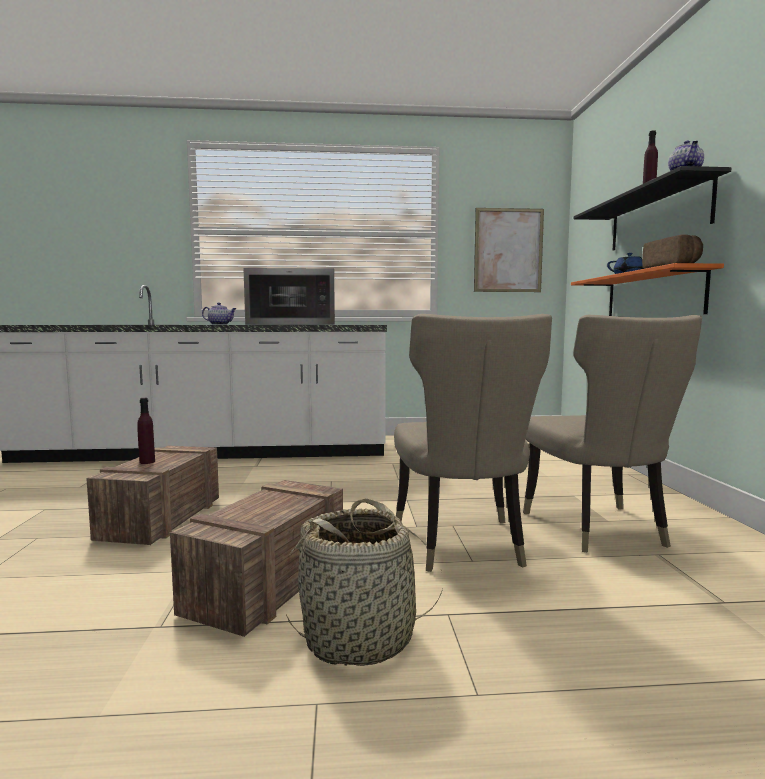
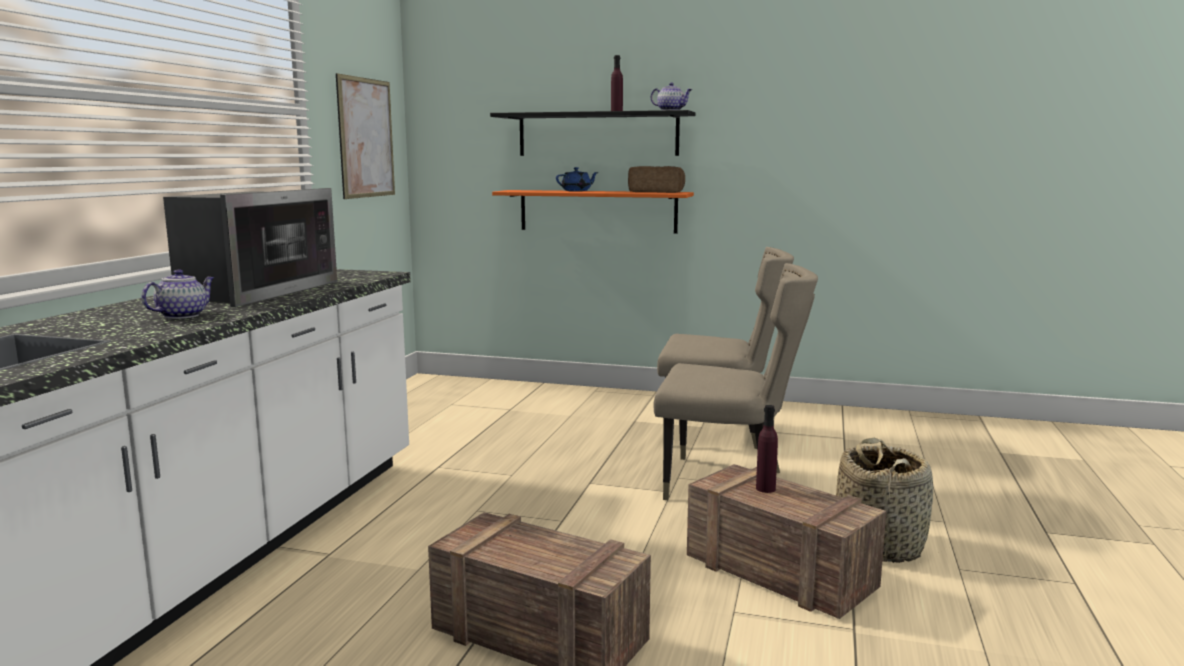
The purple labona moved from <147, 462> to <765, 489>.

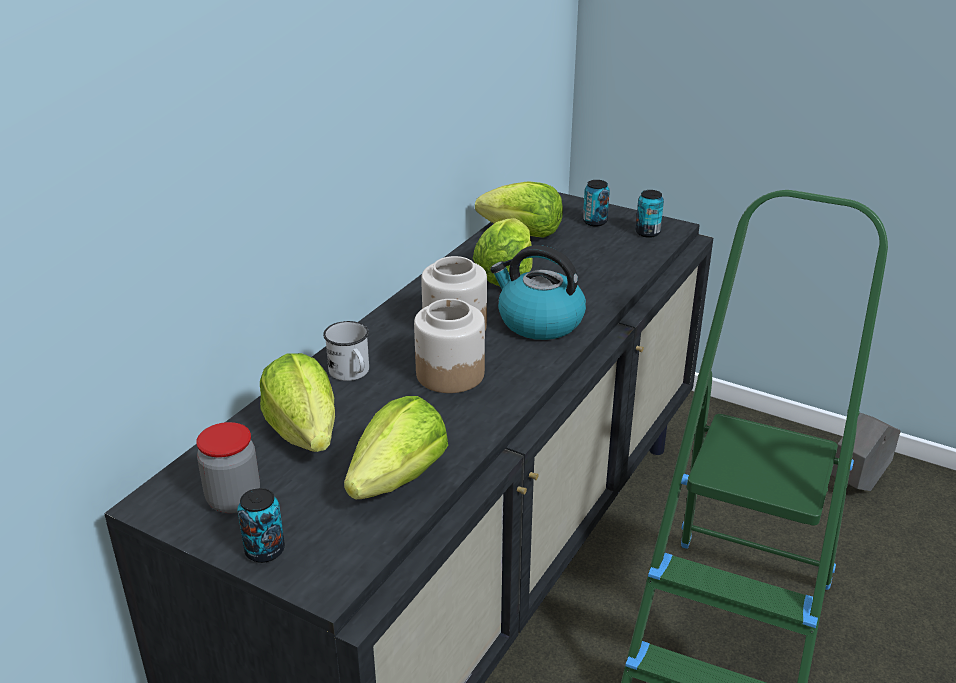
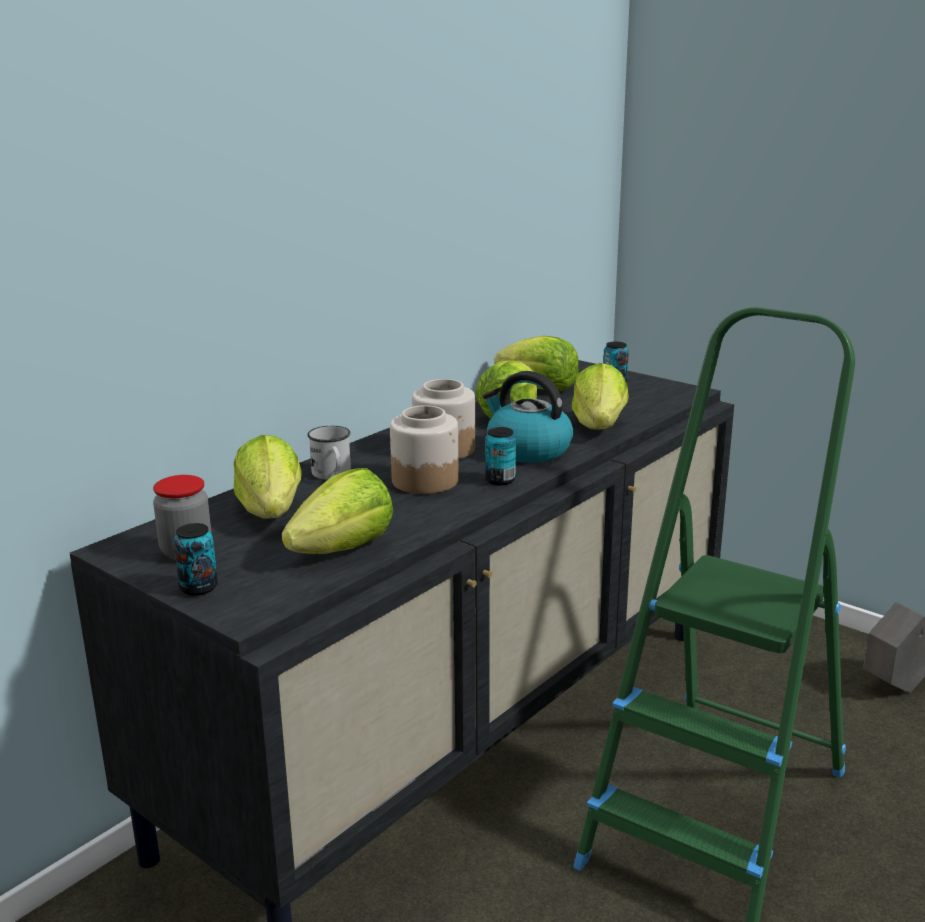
The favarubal moved from <647, 233> to <500, 480>.
The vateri at <599, 427> appeared.

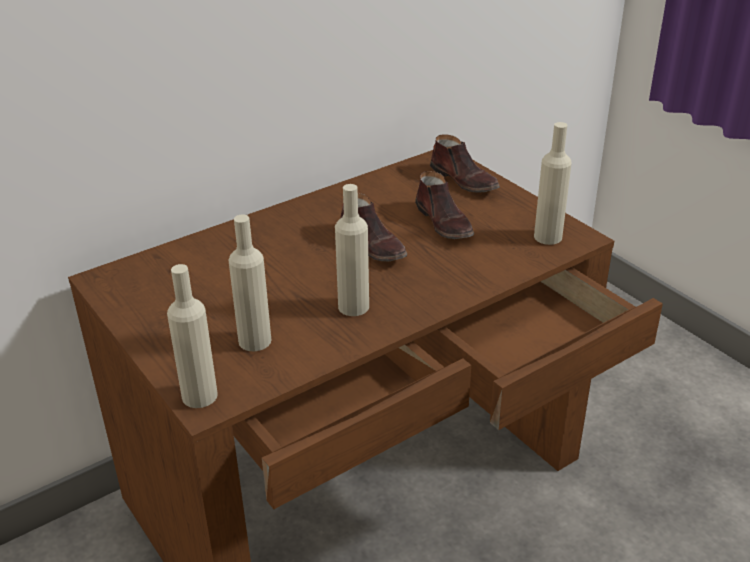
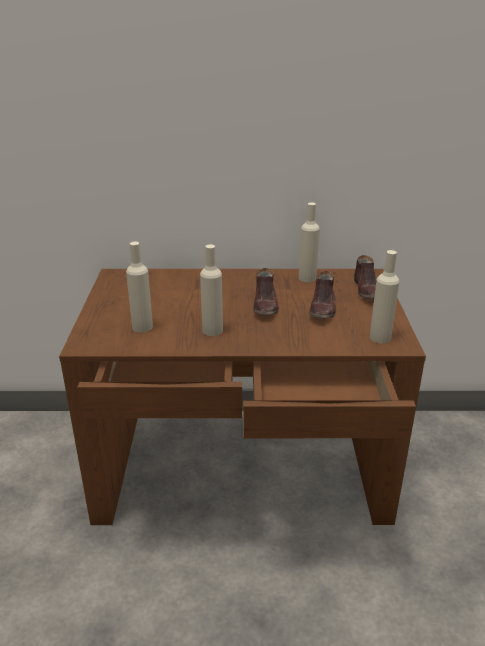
The beige labona moved from <199, 396> to <307, 278>.

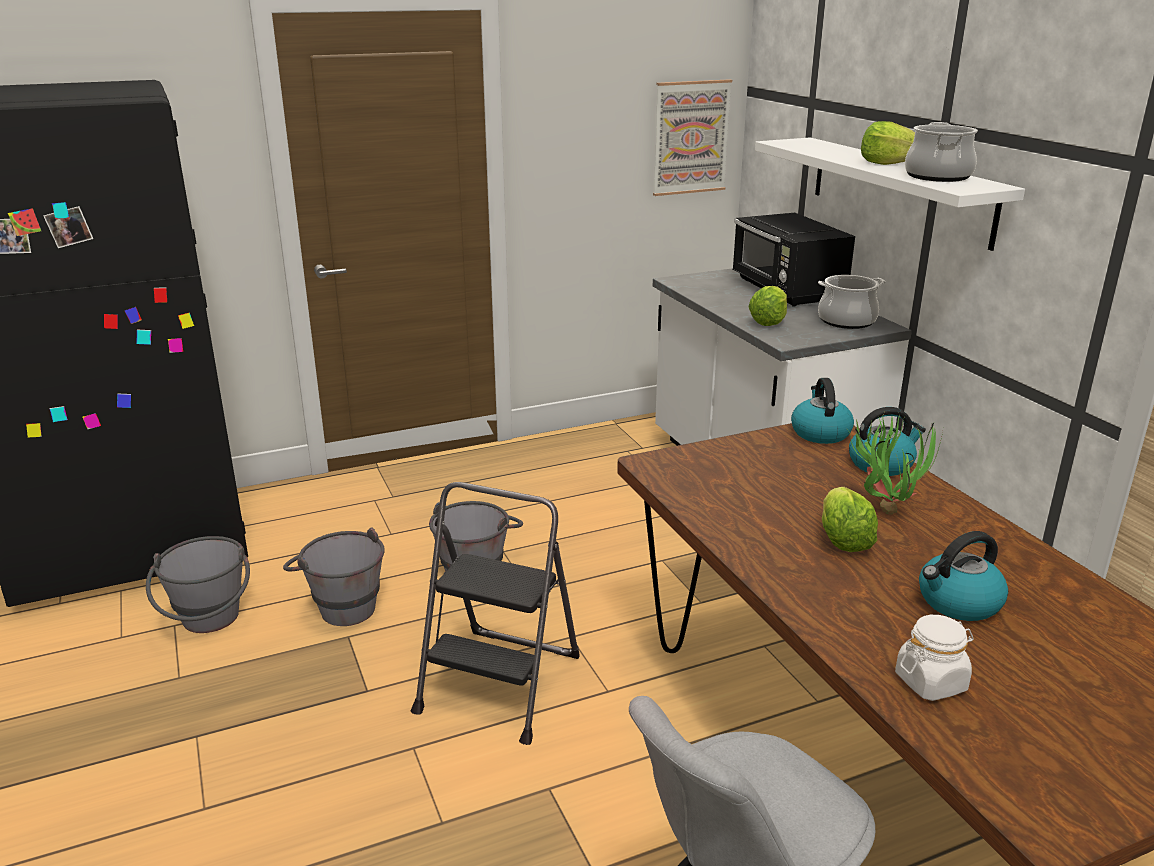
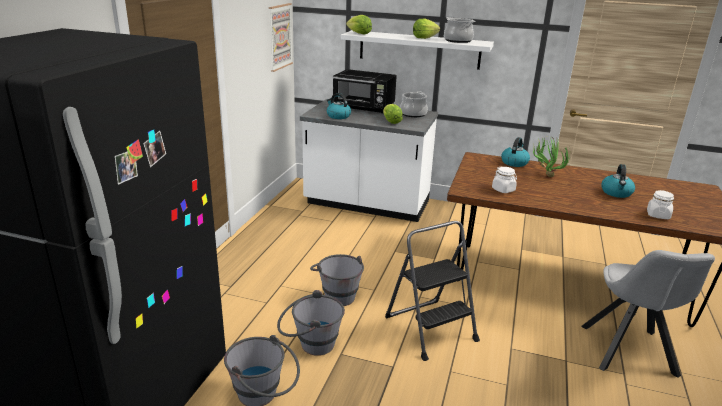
The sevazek moved from <820, 432> to <338, 116>.
The vateri moved from <843, 539> to <359, 33>.
The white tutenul at <503, 190> appeared.

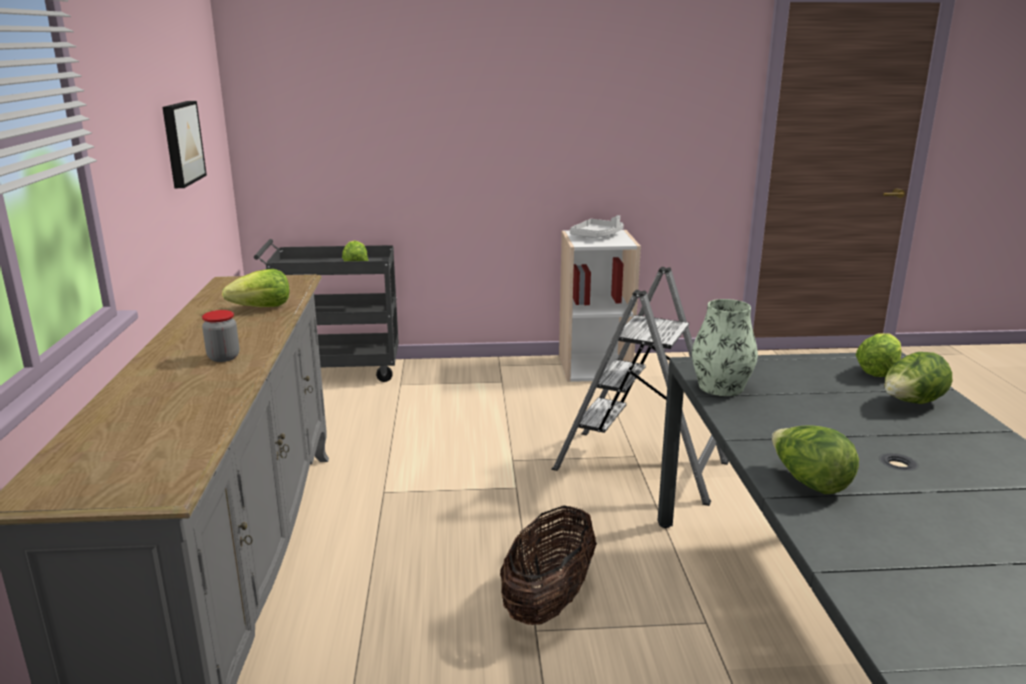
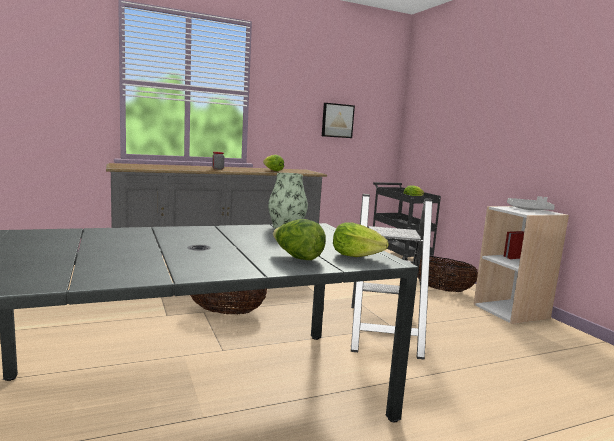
The vateri at <808, 482> disappeared.
The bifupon at <442, 290> appeared.

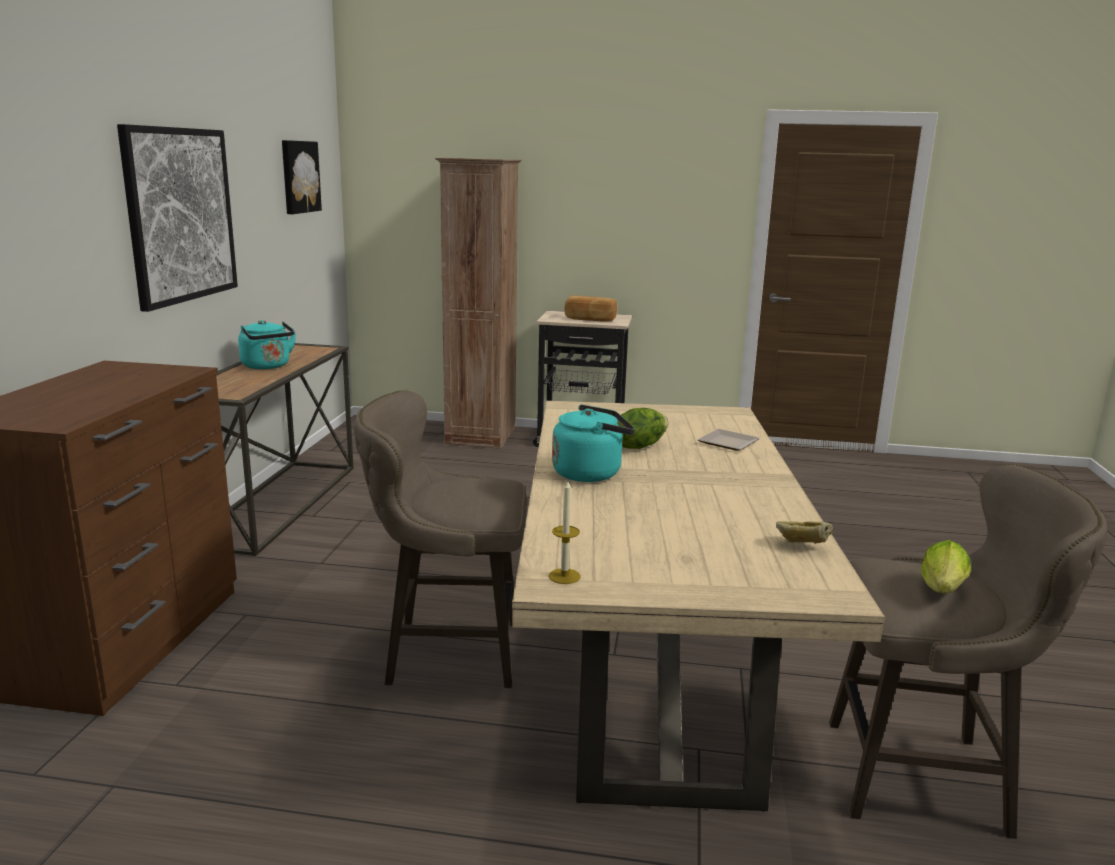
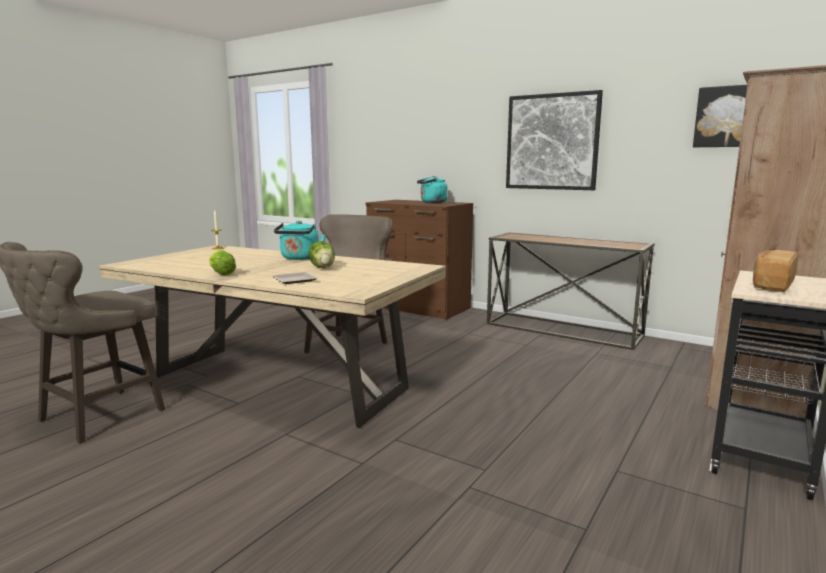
The turquoise sevazek moved from <268, 366> to <432, 202>.
The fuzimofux at <801, 546> disappeared.
The vateri moved from <942, 592> to <221, 274>.

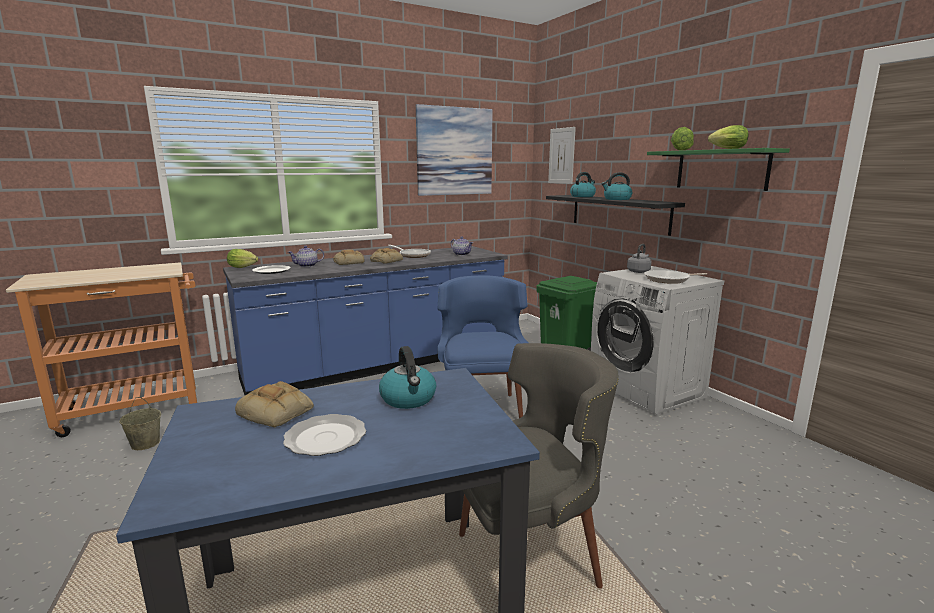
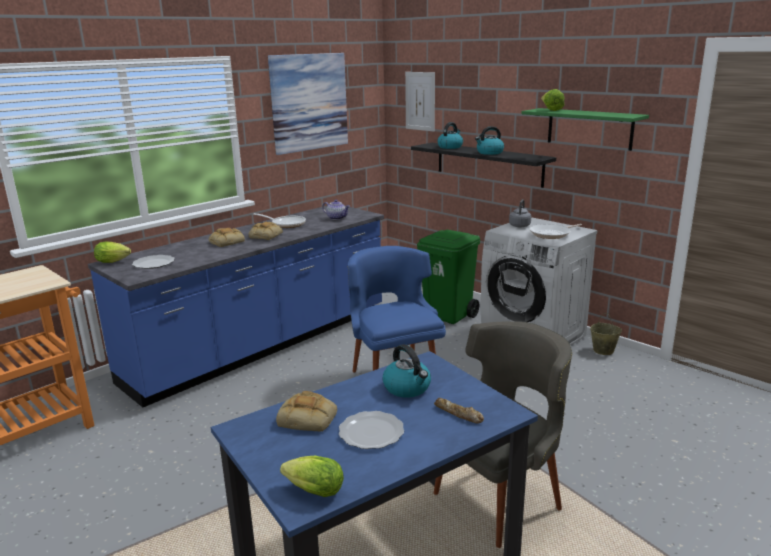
The vateri moved from <726, 149> to <311, 490>.
The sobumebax at <307, 266> disappeared.
The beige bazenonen moved from <145, 443> to <603, 350>.
The fuzimofux at <458, 414> appeared.

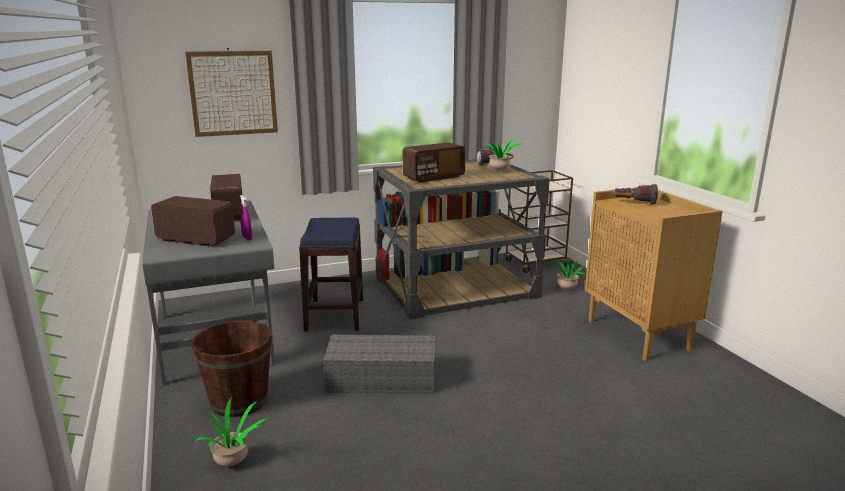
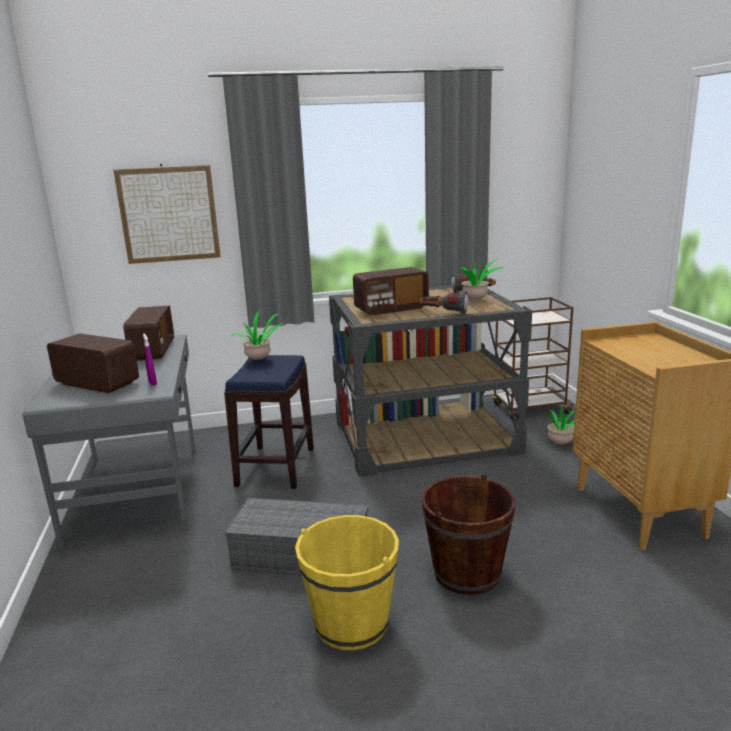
The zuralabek moved from <633, 203> to <443, 312>.
The brown bazenonen moved from <239, 401> to <467, 573>.
The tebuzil moved from <233, 461> to <259, 359>.
The yellow bazenonen at <351, 623> appeared.

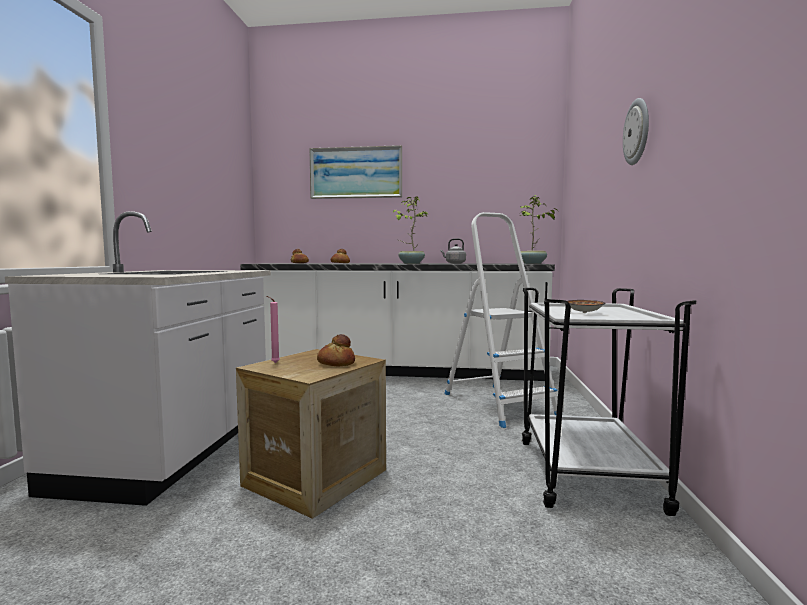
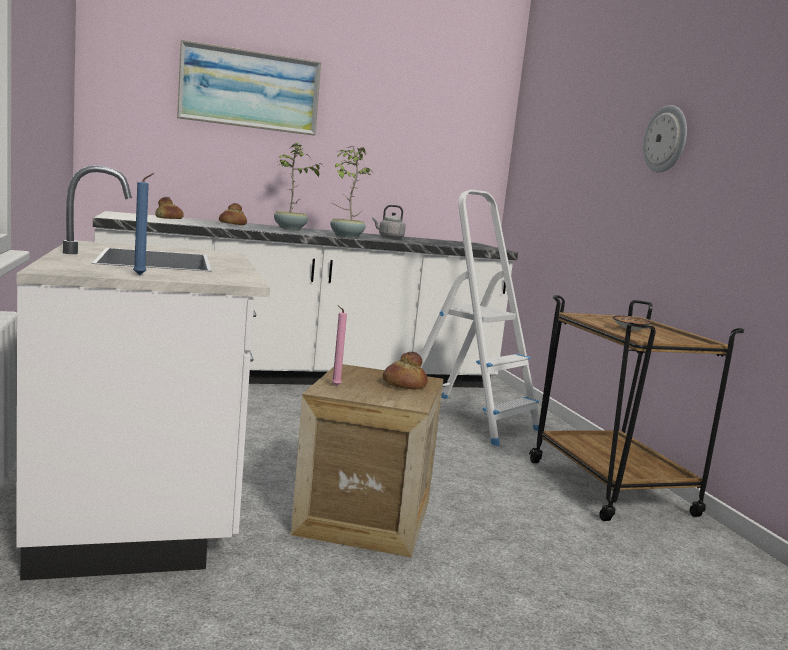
The tebuzil moved from <532, 263> to <290, 228>.
The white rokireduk at <587, 475> became the brown rokireduk at <611, 489>.
The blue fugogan at <141, 275> appeared.

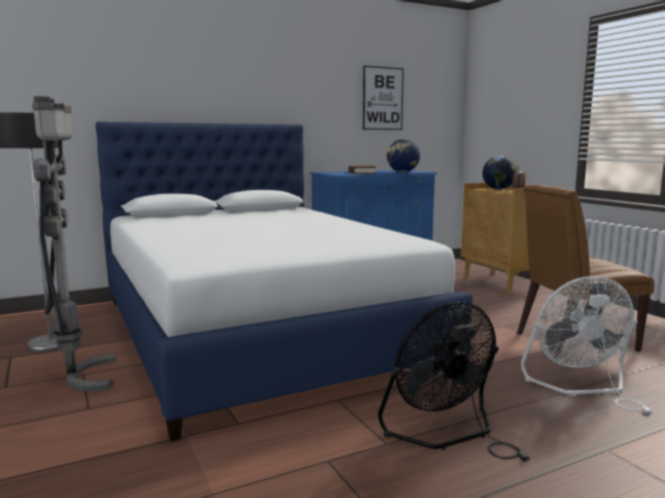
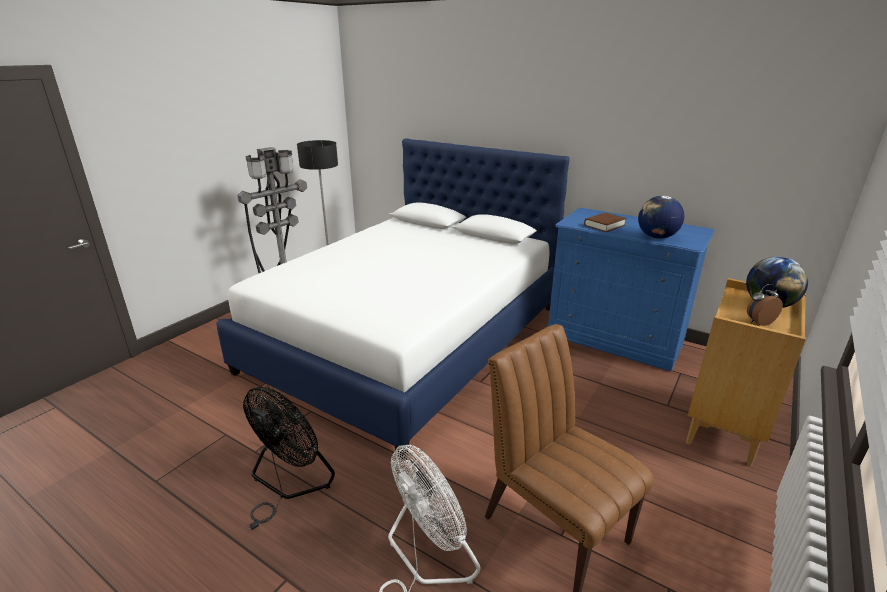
The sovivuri at <383, 98> disappeared.

